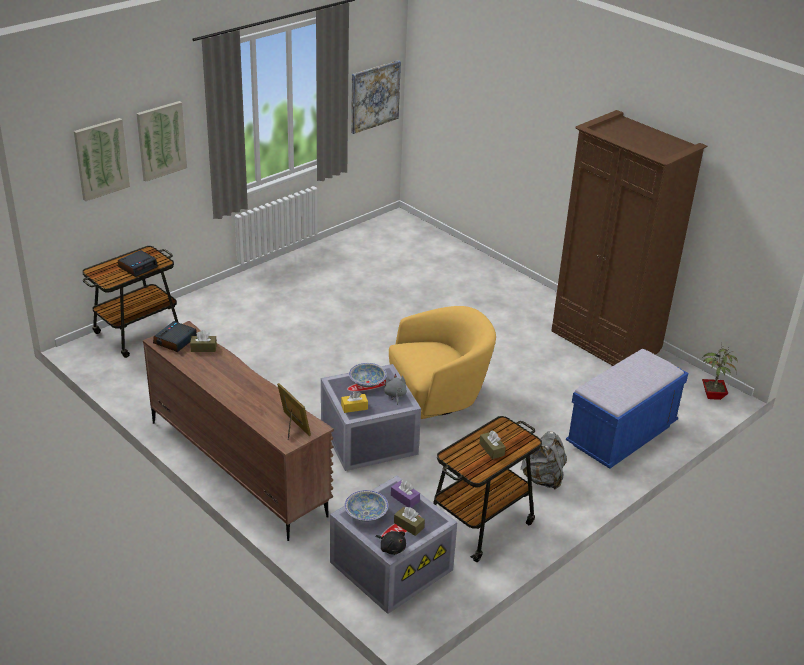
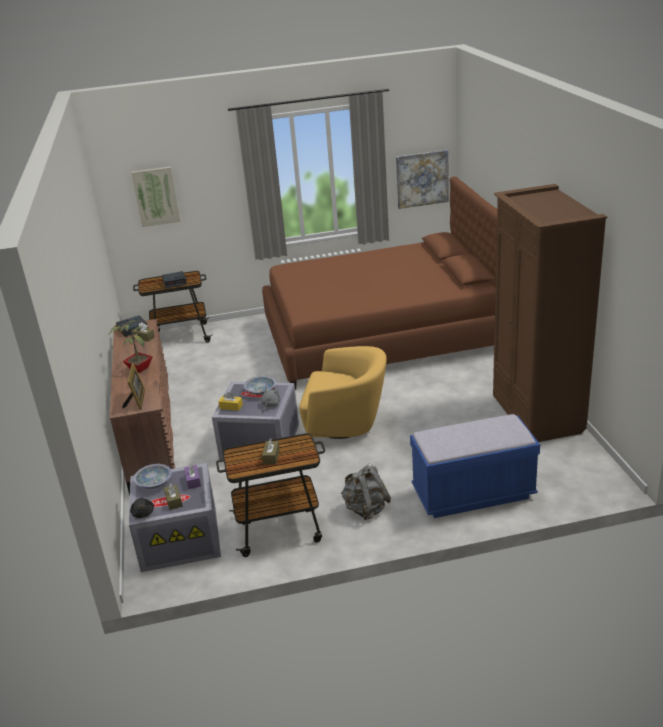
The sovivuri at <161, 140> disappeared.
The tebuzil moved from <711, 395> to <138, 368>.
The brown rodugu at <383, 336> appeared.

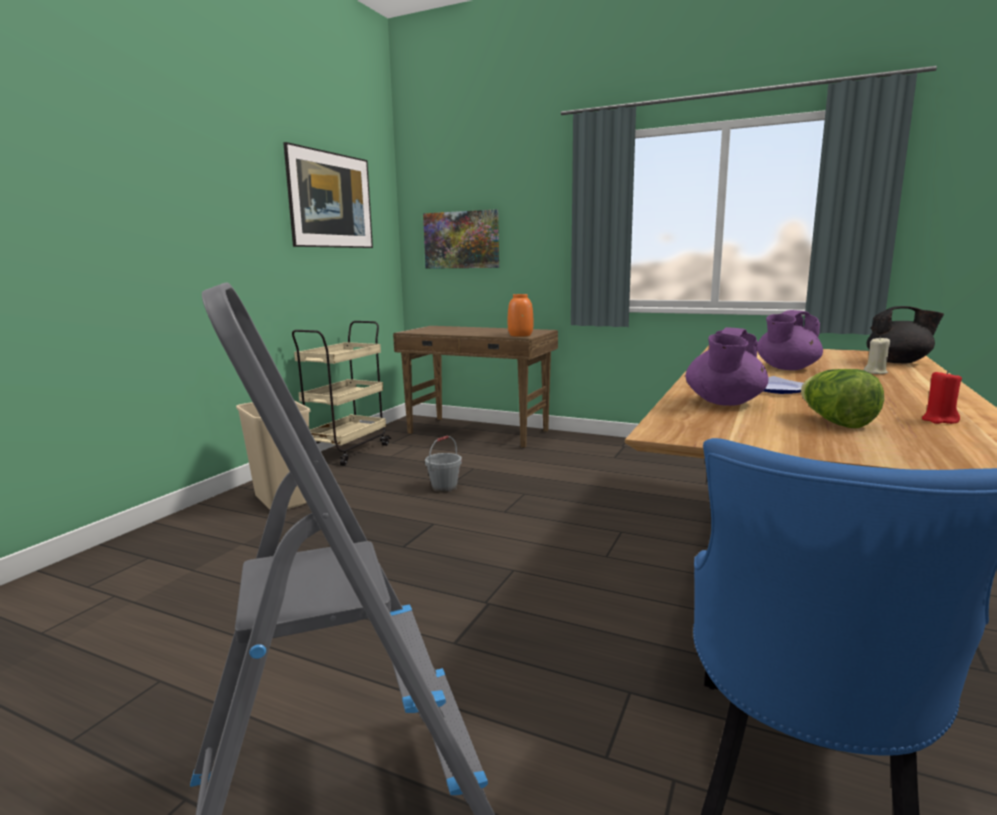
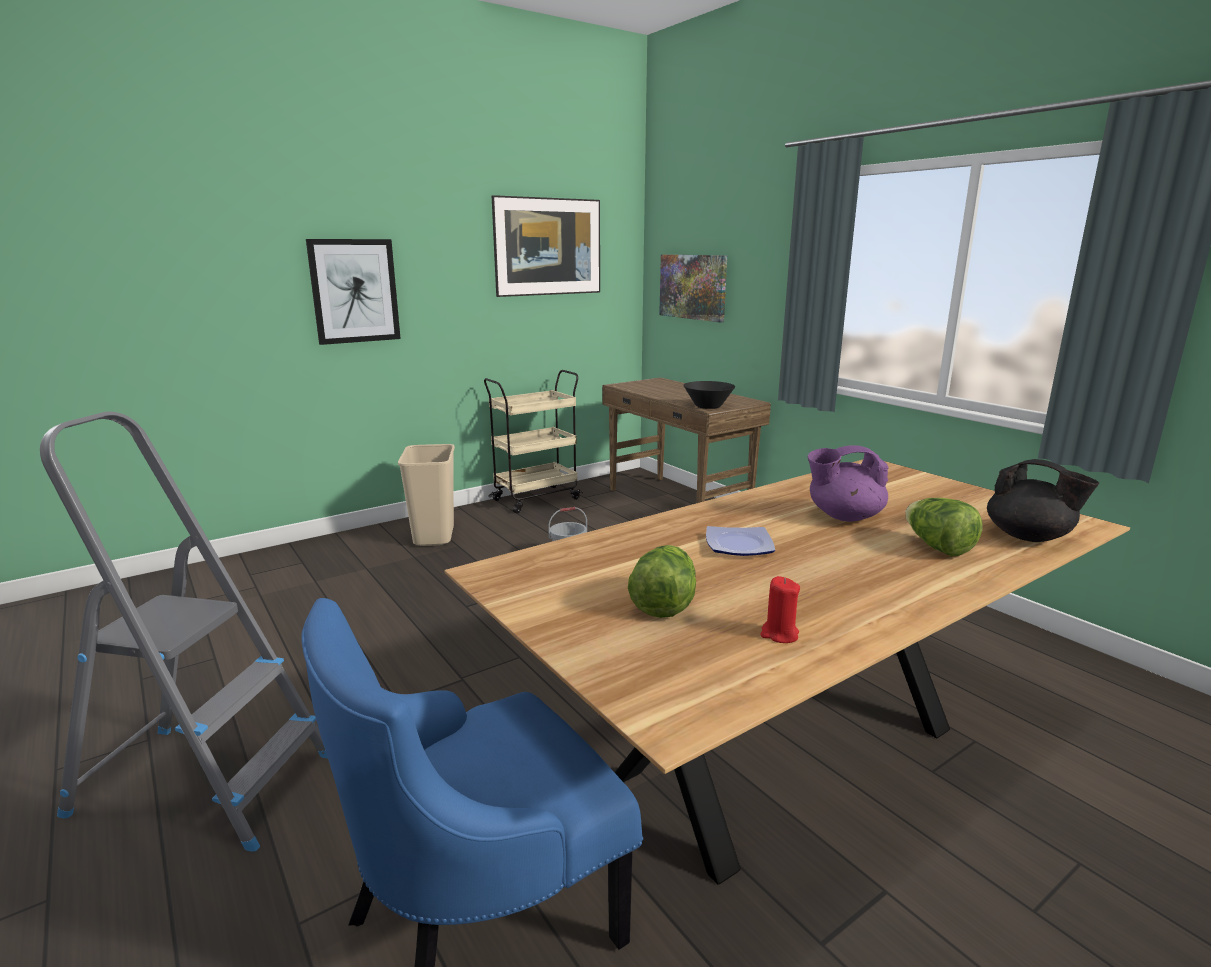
The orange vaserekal at <520, 335> was replaced by the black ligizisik at <708, 406>.
The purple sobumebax at <724, 403> disappeared.
The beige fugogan at <875, 372> was replaced by the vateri at <937, 547>.
The sovivuri at <354, 291> appeared.

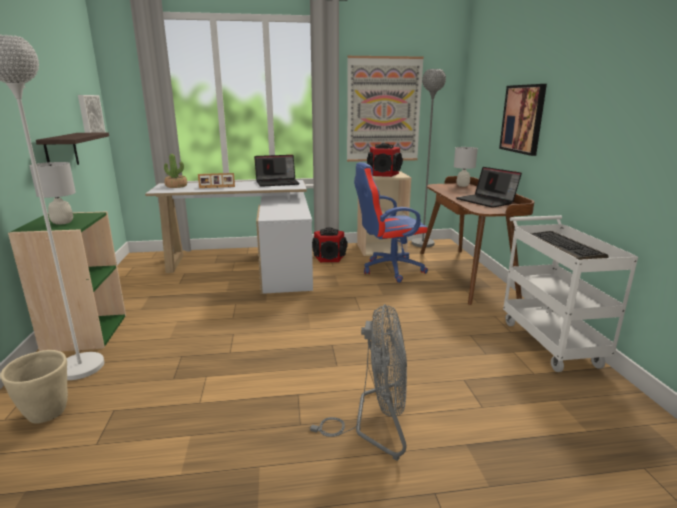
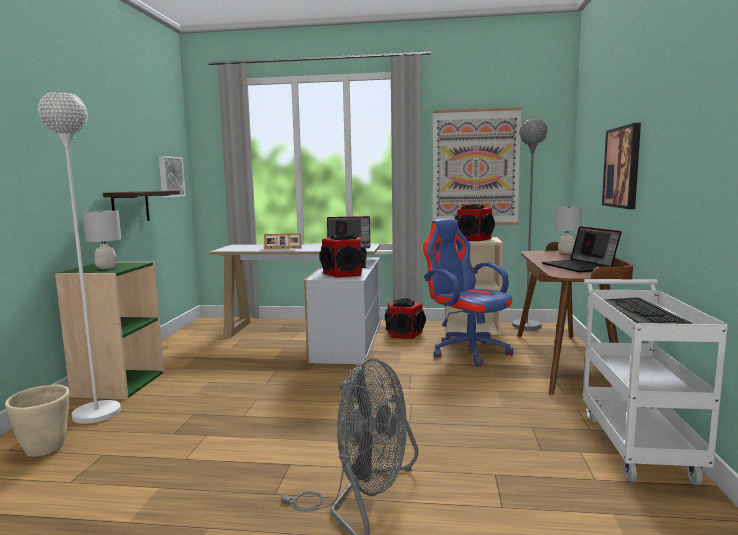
The tebuzil at <176, 186> disappeared.
The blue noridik at <388, 270> turned 60 degrees clockwise.
The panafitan at <344, 273> appeared.

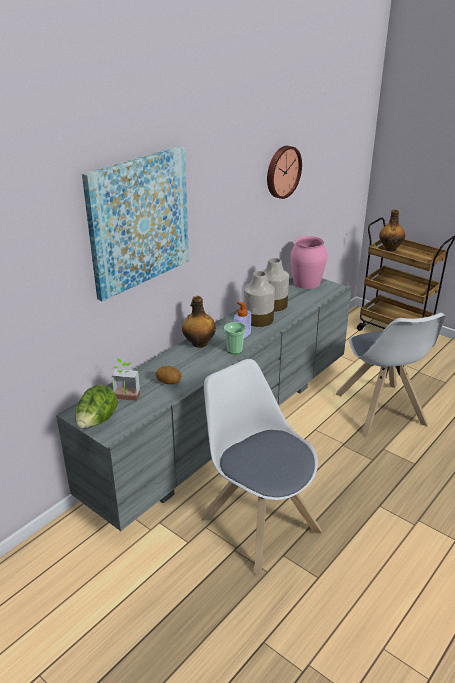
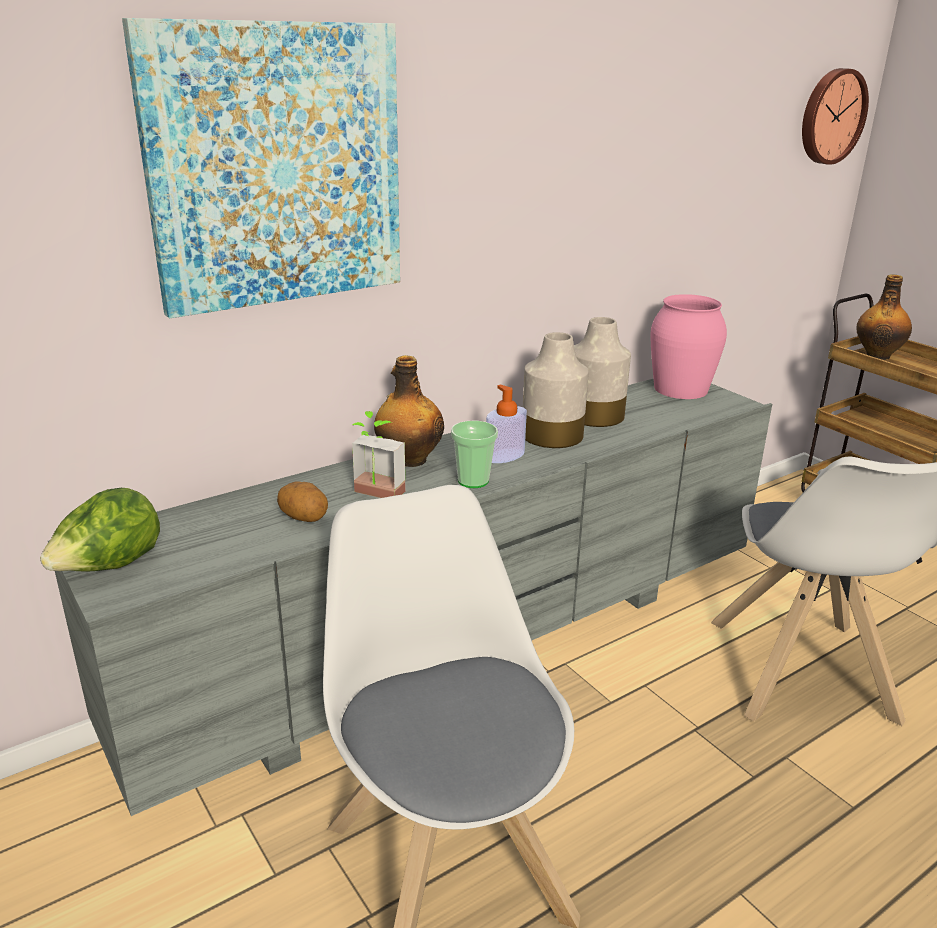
The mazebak moved from <282, 171> to <830, 116>.
The tebuzil moved from <126, 399> to <375, 495>.

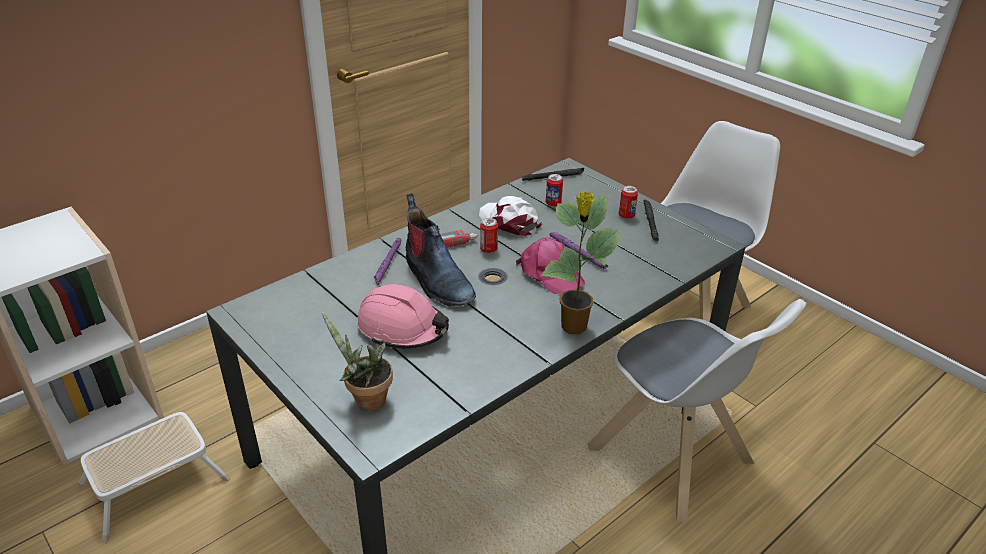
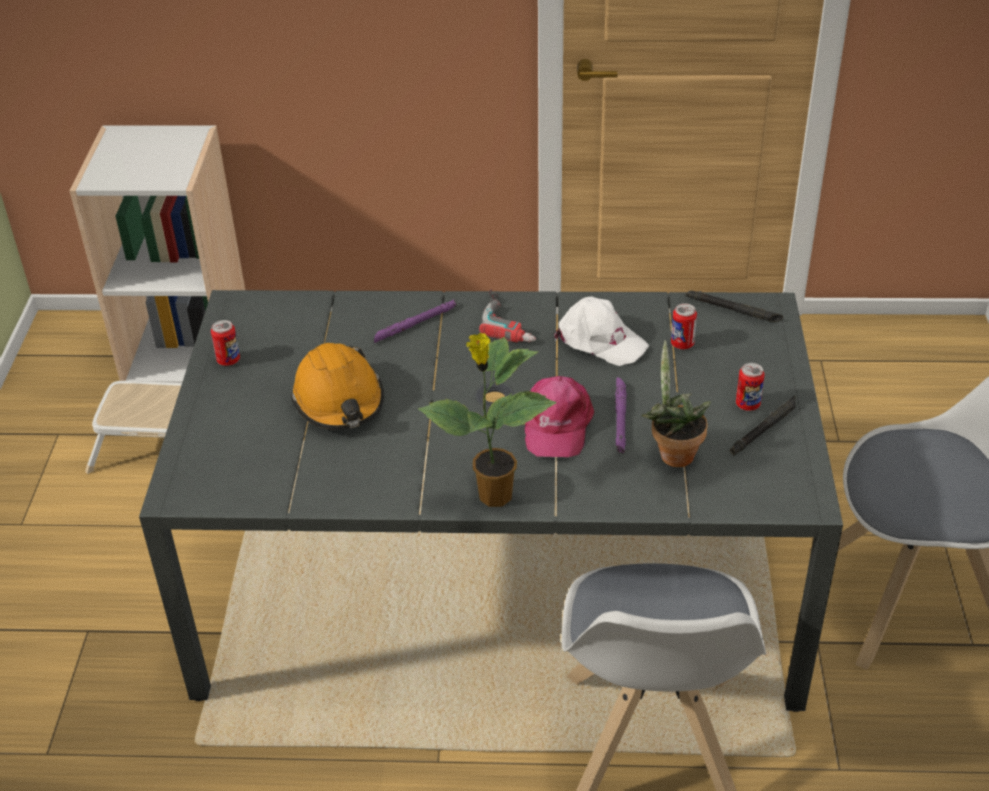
The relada at <436, 280> disappeared.
The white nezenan at <509, 221> turned 120 degrees clockwise.
The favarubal moved from <488, 249> to <228, 360>.
The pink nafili at <402, 328> became the orange nafili at <339, 400>.
The tebuzil moved from <366, 400> to <673, 453>.

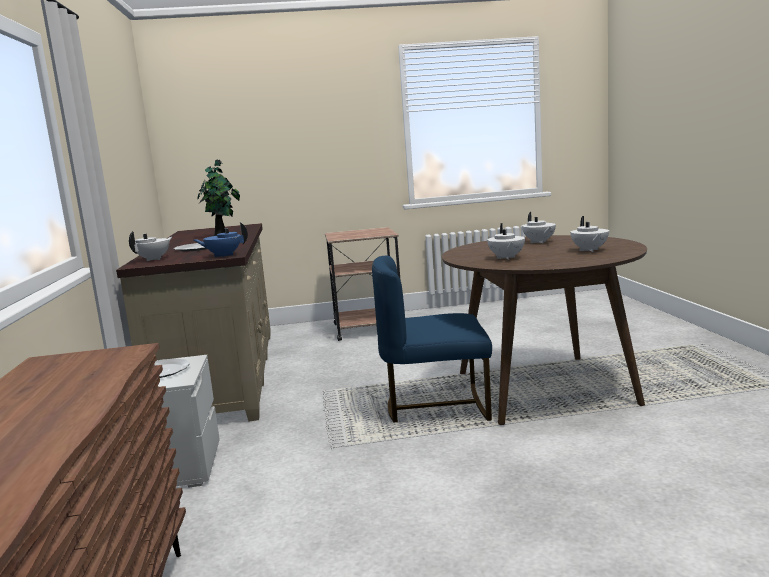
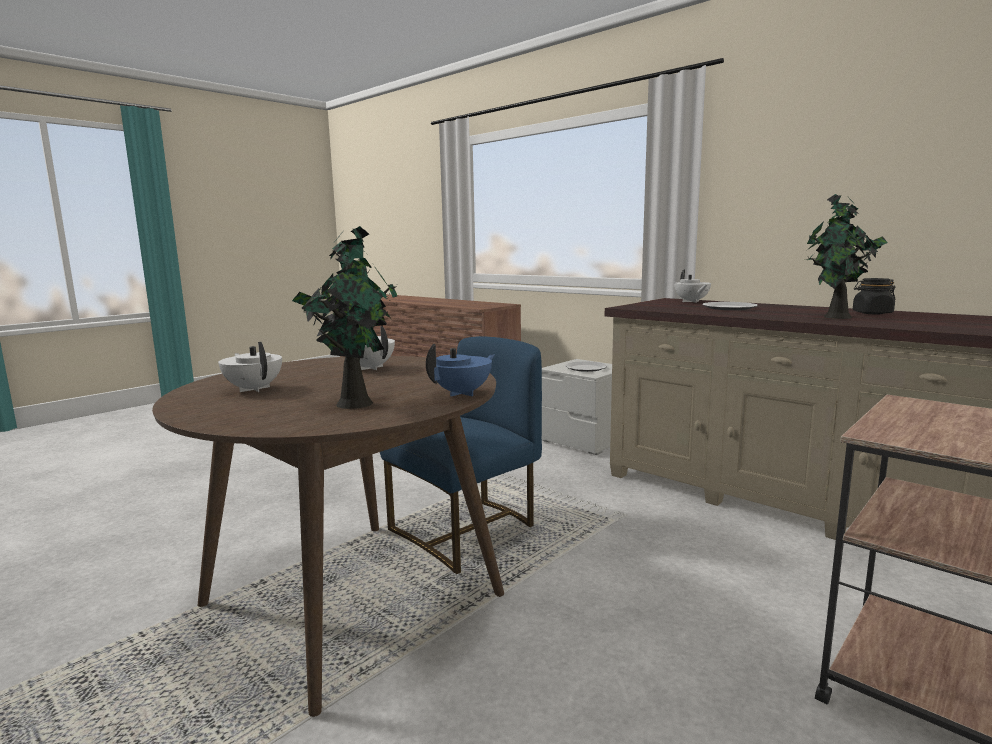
The white sobumebax at <539, 242> was replaced by the tebuzil at <355, 402>.
The blue sobumebax moved from <223, 255> to <462, 393>.
The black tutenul at <872, 313> appeared.

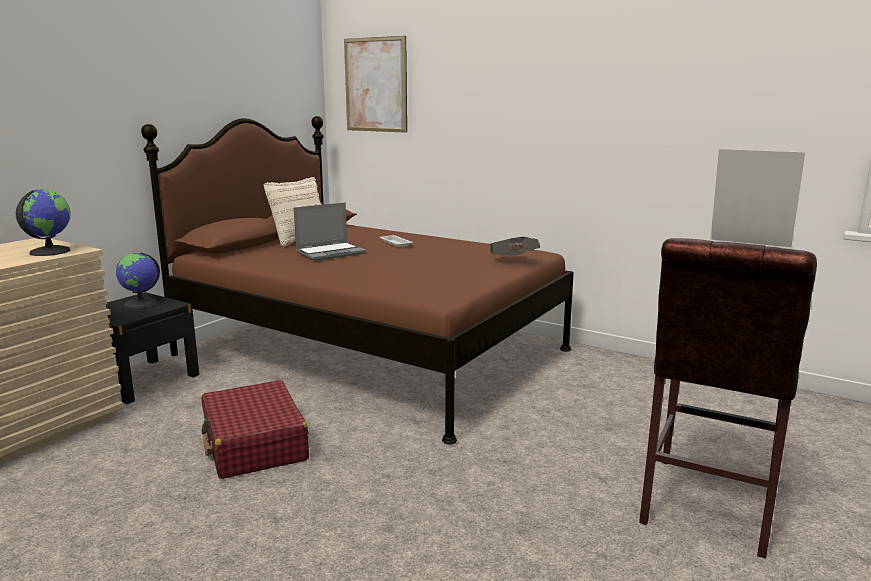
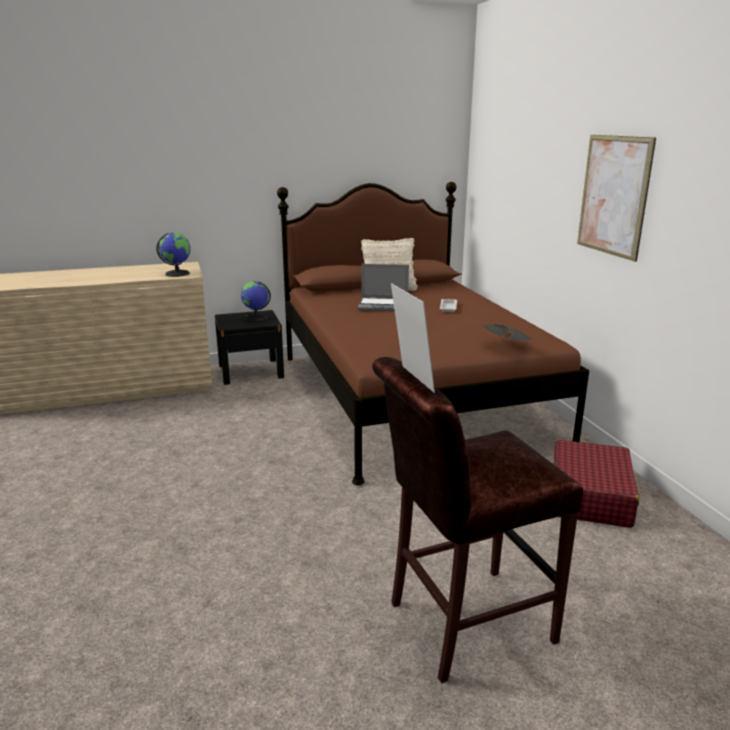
The sovivuri moved from <375, 85> to <613, 196>.
The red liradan moved from <254, 444> to <589, 496>.

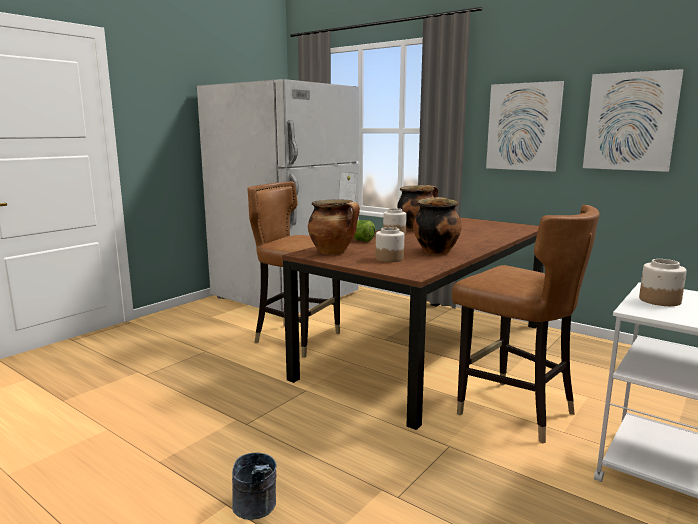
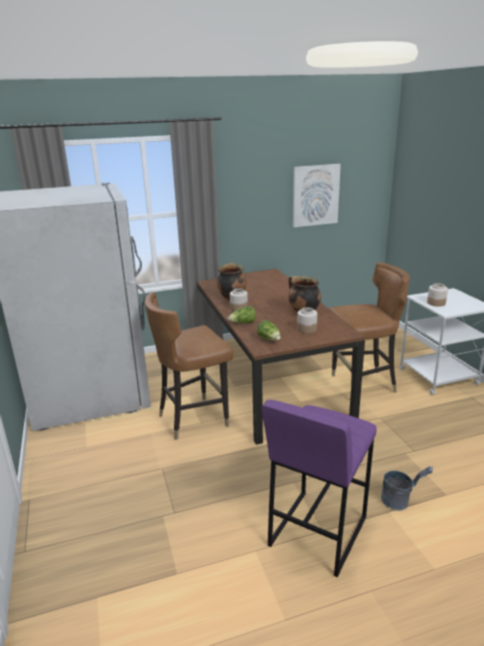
The sovivuri at <523, 127> disappeared.
The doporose at <333, 252> was replaced by the vateri at <269, 339>.
The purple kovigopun at <317, 533> appeared.

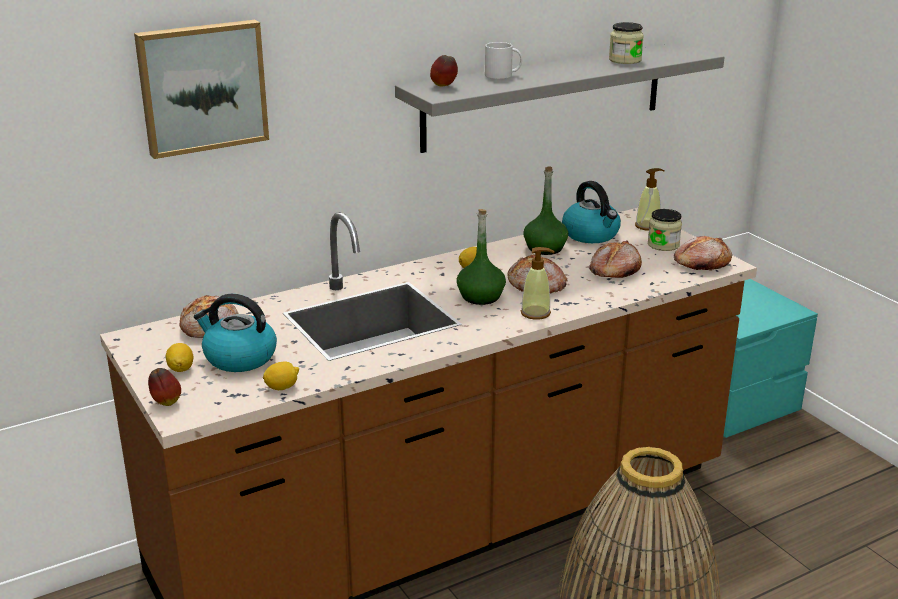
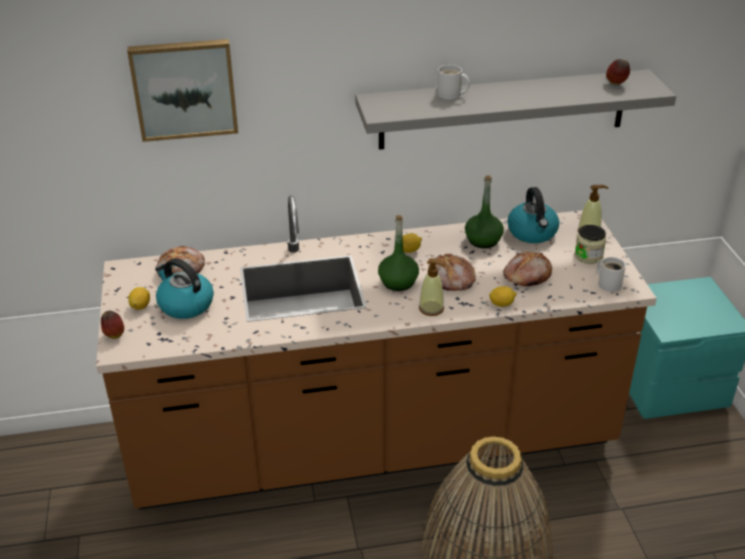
The tutenul at <625, 60> disappeared.
The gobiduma moved from <444, 86> to <616, 84>.
The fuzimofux at <701, 263> was replaced by the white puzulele at <608, 283>.
The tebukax moved from <282, 387> to <502, 304>.

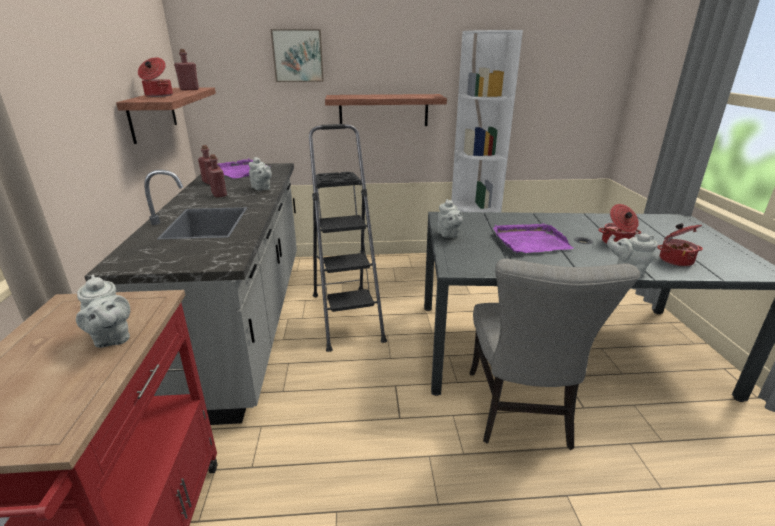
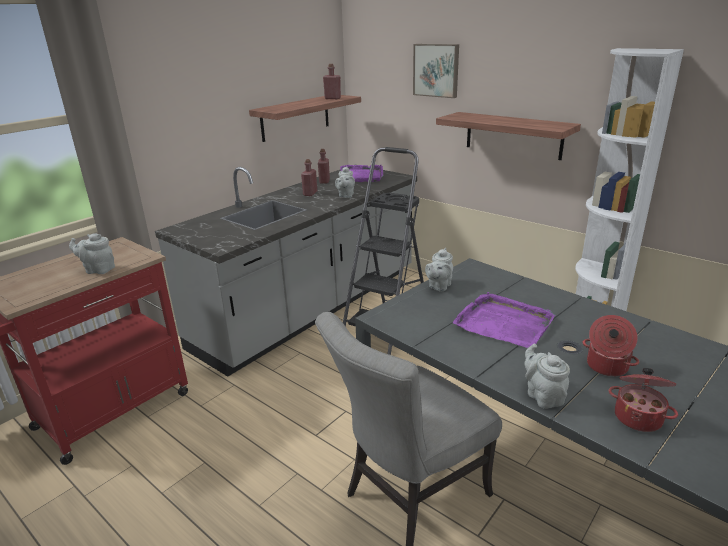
The doporose at <158, 95> disappeared.
The grey sobumebax at <111, 338> turned 90 degrees clockwise.

